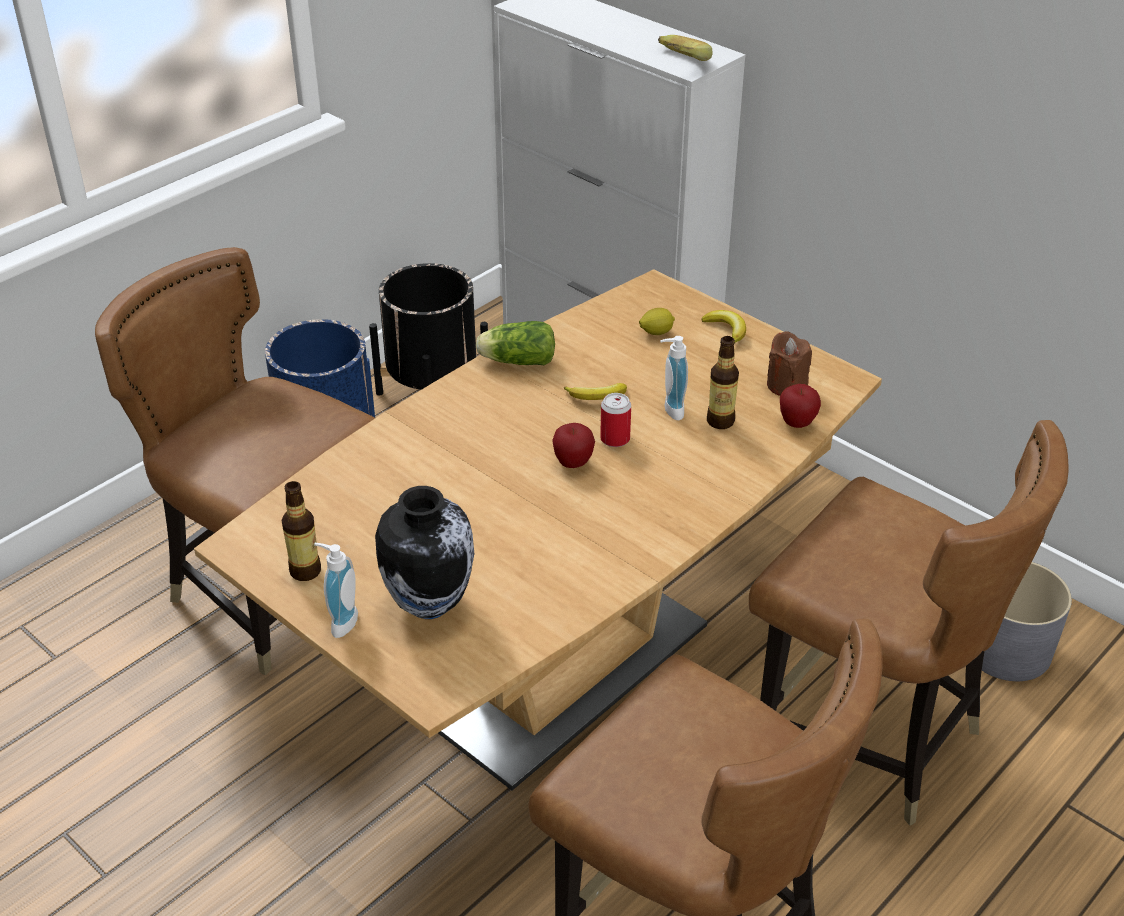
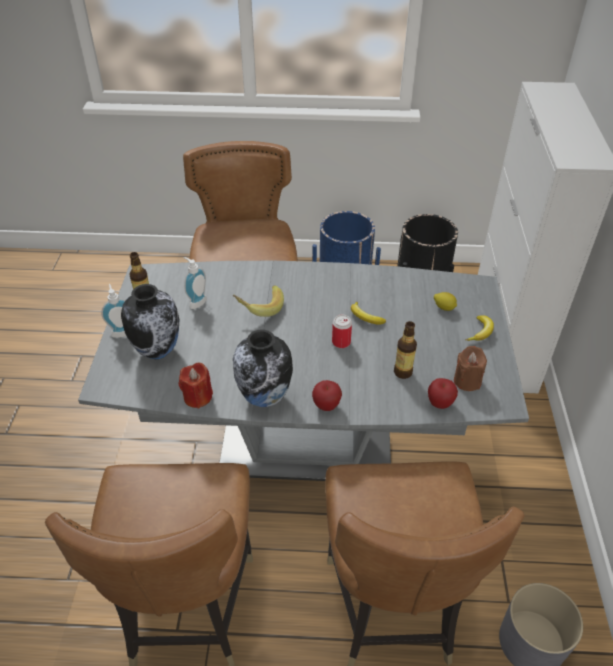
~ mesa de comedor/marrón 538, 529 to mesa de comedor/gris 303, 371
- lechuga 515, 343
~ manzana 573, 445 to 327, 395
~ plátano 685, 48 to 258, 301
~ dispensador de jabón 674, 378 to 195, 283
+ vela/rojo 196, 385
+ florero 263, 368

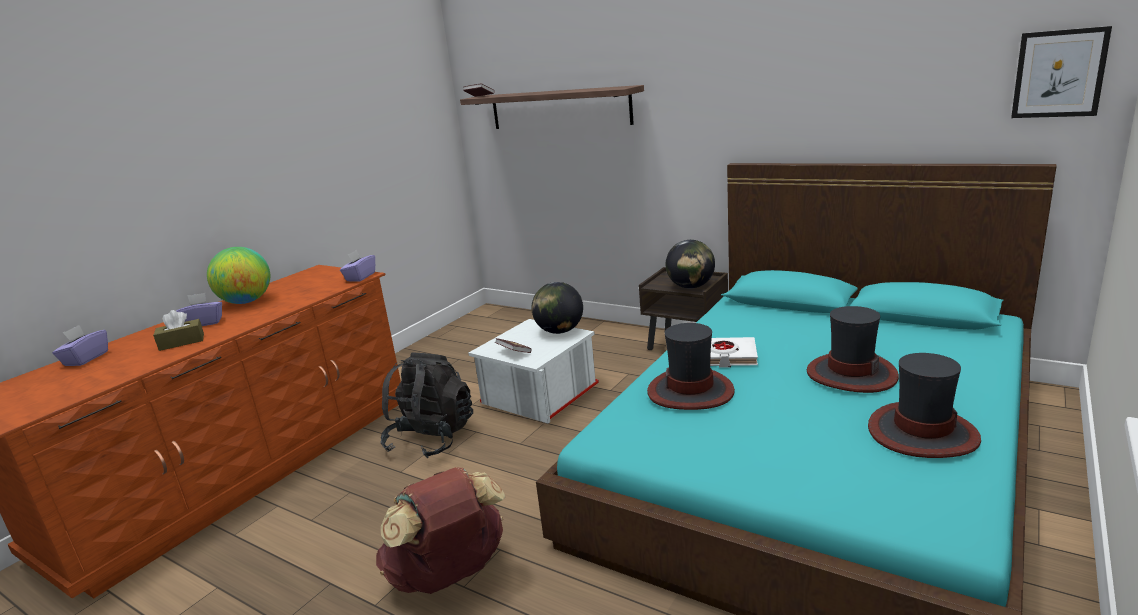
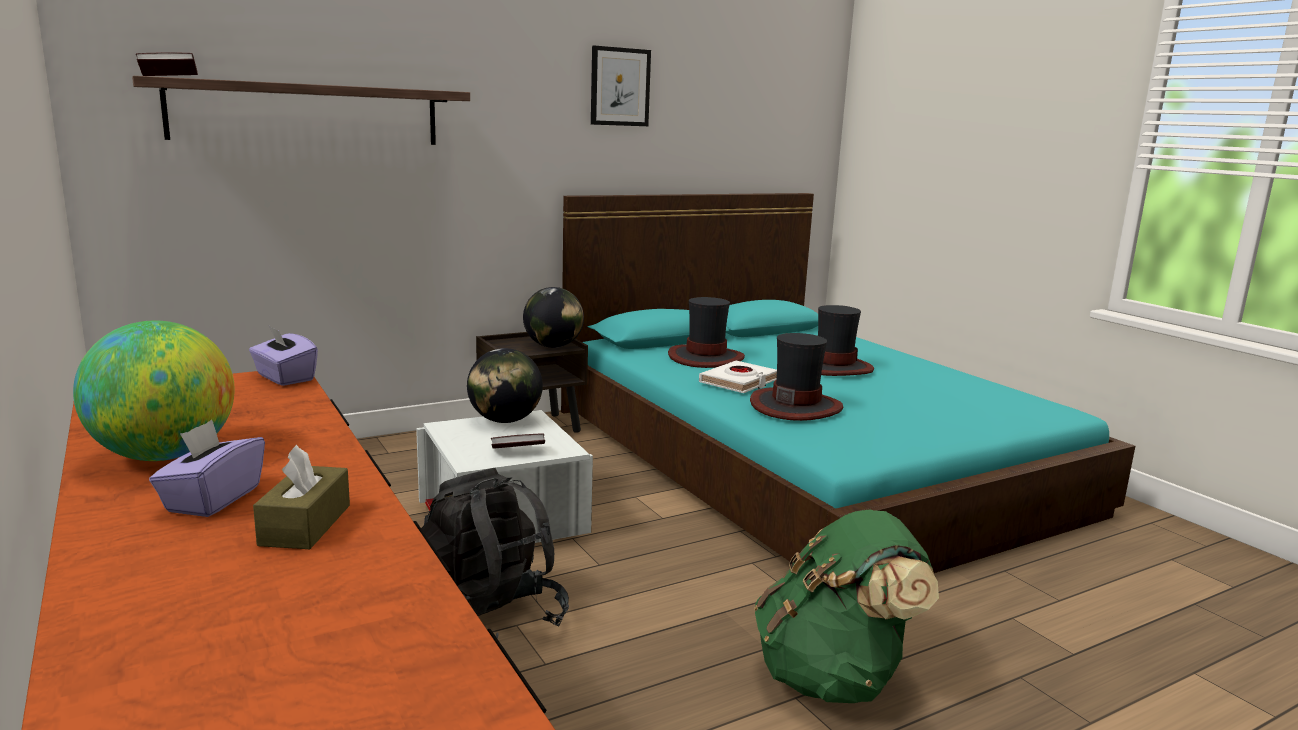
- caja de pañuelos/morado 80, 345
~ mochila/marrón 440, 530 to mochila/verde 846, 606
~ sombrero 924, 405 to 706, 332
~ cuadro 1061, 72 to 621, 86

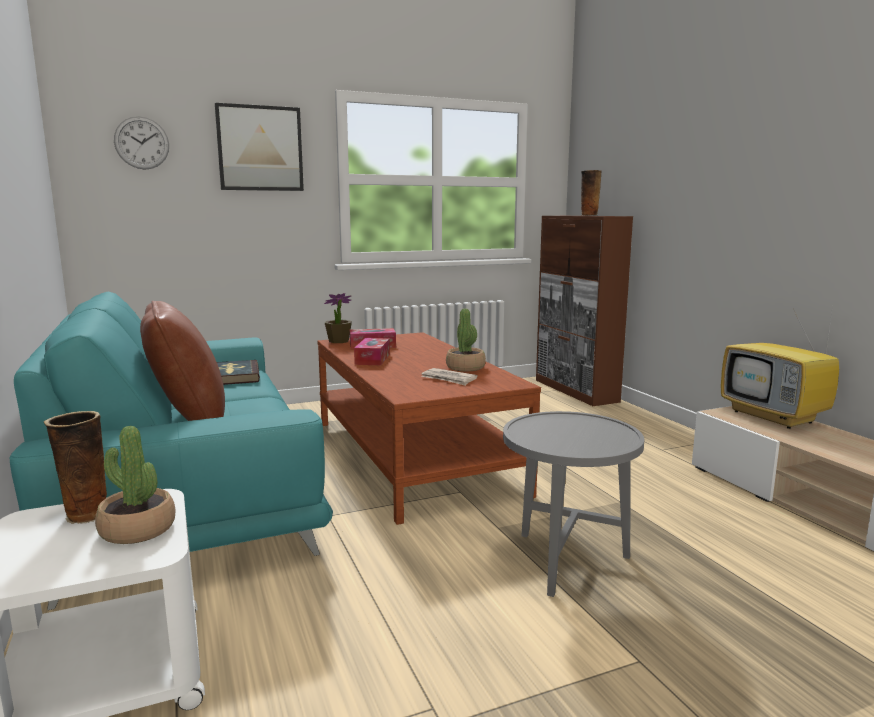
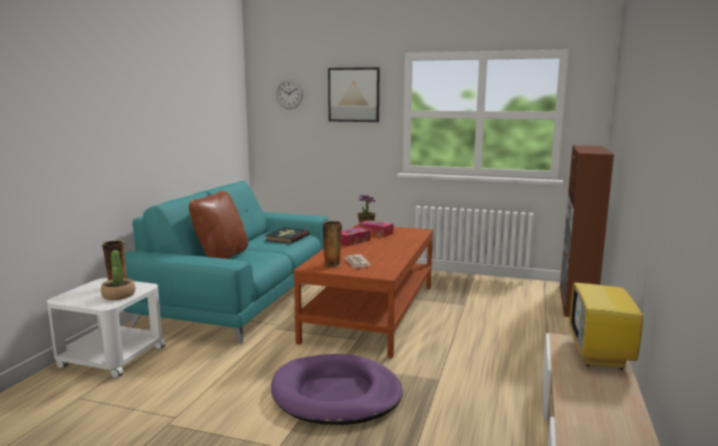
- planta en maceta 466, 339
~ mesa auxiliar/gris 573, 504 to cama para perro/morado 337, 389
~ florero 591, 193 to 332, 244

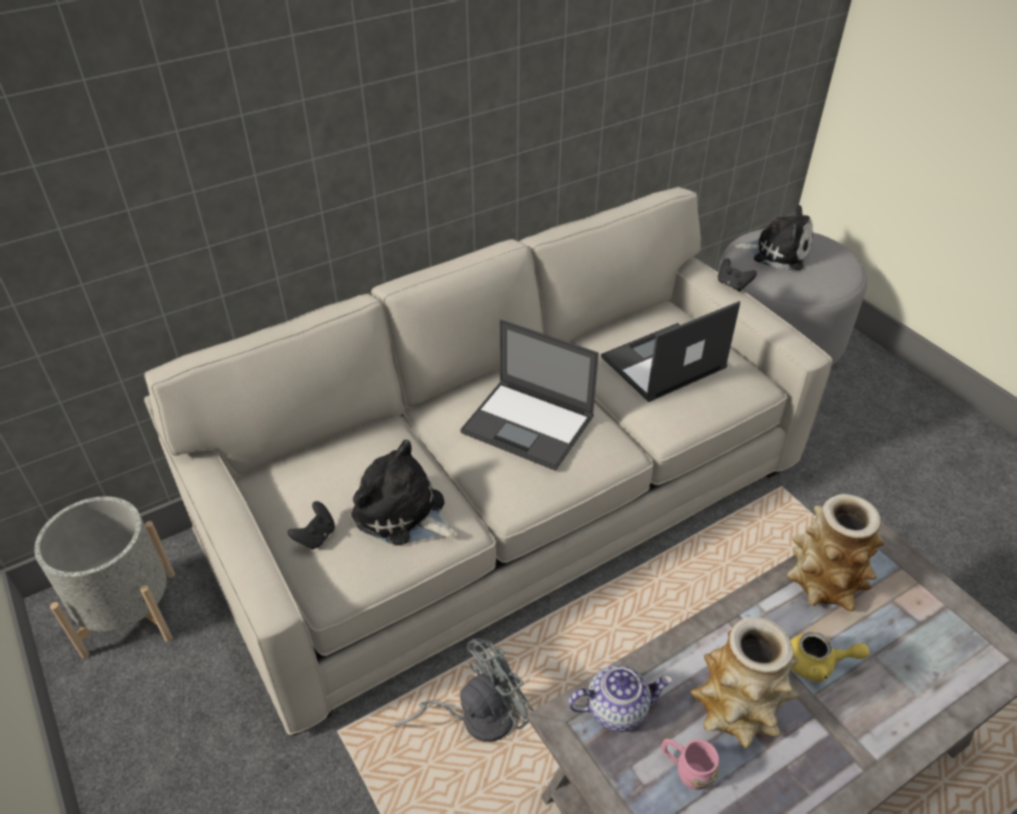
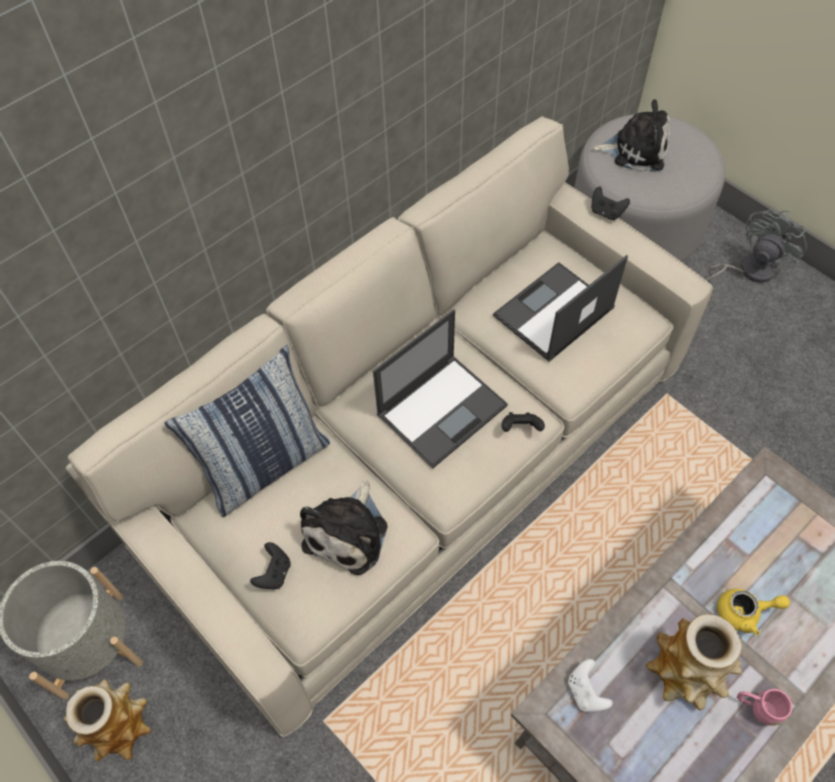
~ peluche 404, 493 = 343, 527 90 degrees counterclockwise
~ ventilador/gris 464, 690 to 756, 246
~ portátil 529, 395 = 440, 388 60 degrees counterclockwise
~ tetera 620, 698 to mando de consola/blanco 590, 685
~ taza grande/rosa 690, 764 to 764, 707
~ florero 835, 552 to 107, 720
+ cojín 247, 431
+ mando de consola/negro 523, 422

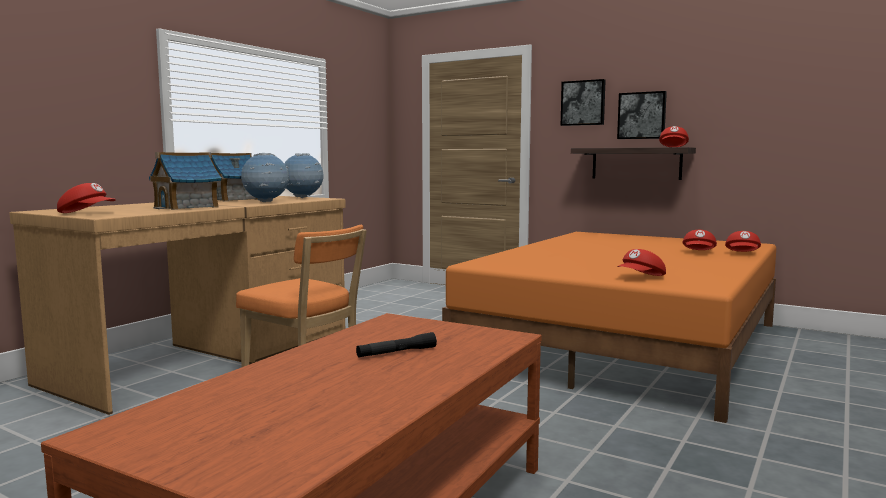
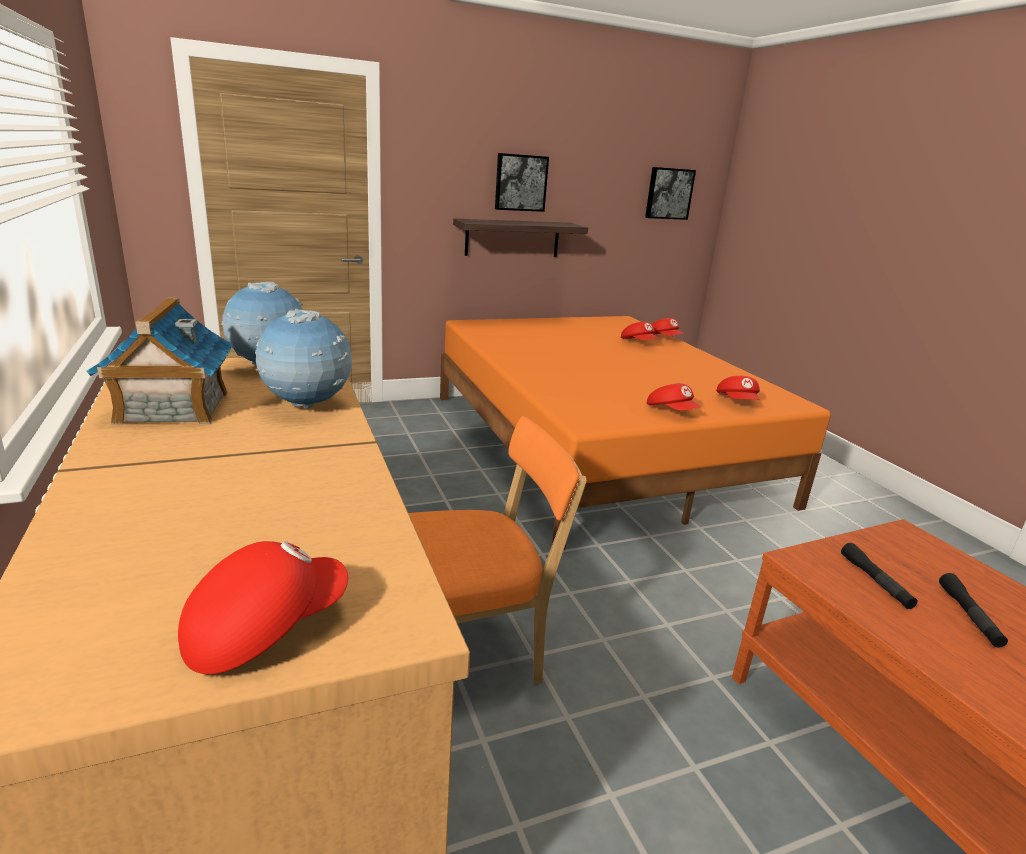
- casita 185, 181
~ cuadro 583, 102 to 670, 193
~ gorra/rojo 674, 136 to 674, 396
+ linterna/negro 879, 576

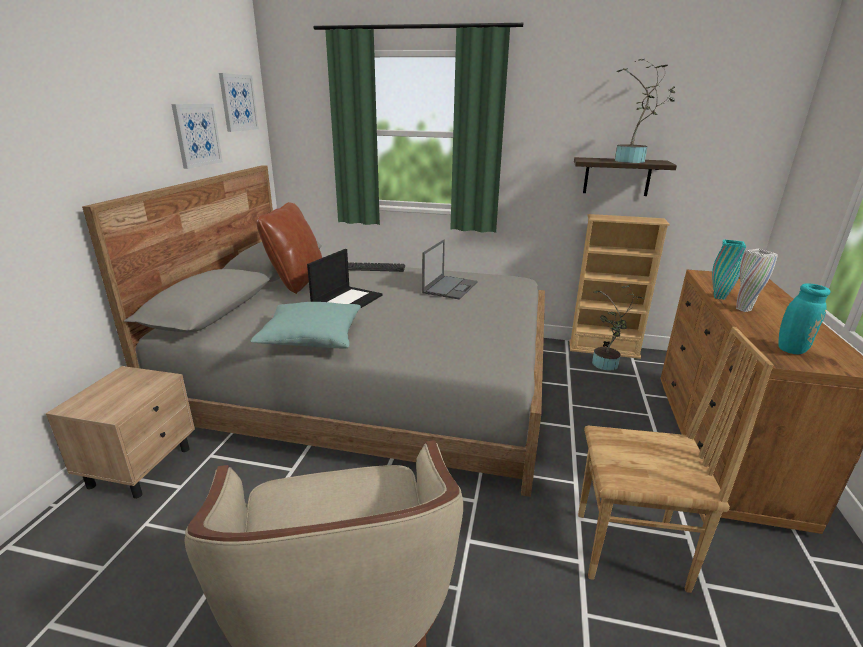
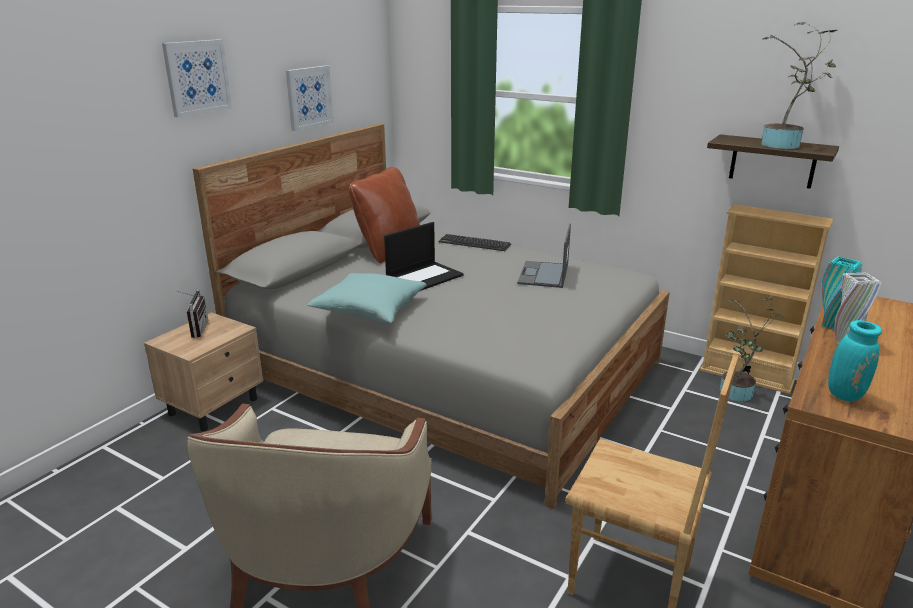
~ cuadro 239, 102 to 197, 78
~ portátil 450, 270 = 544, 255 150 degrees clockwise
+ radio 192, 314

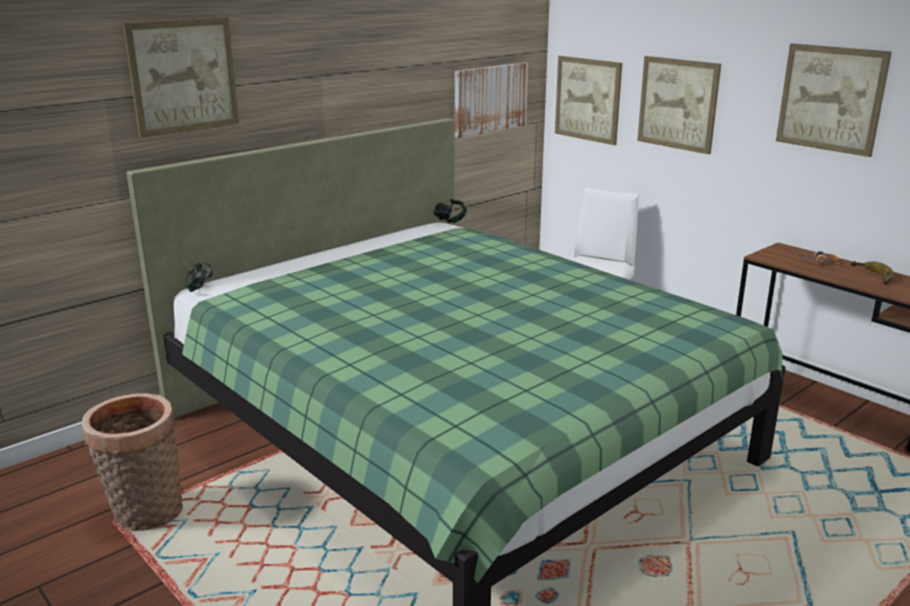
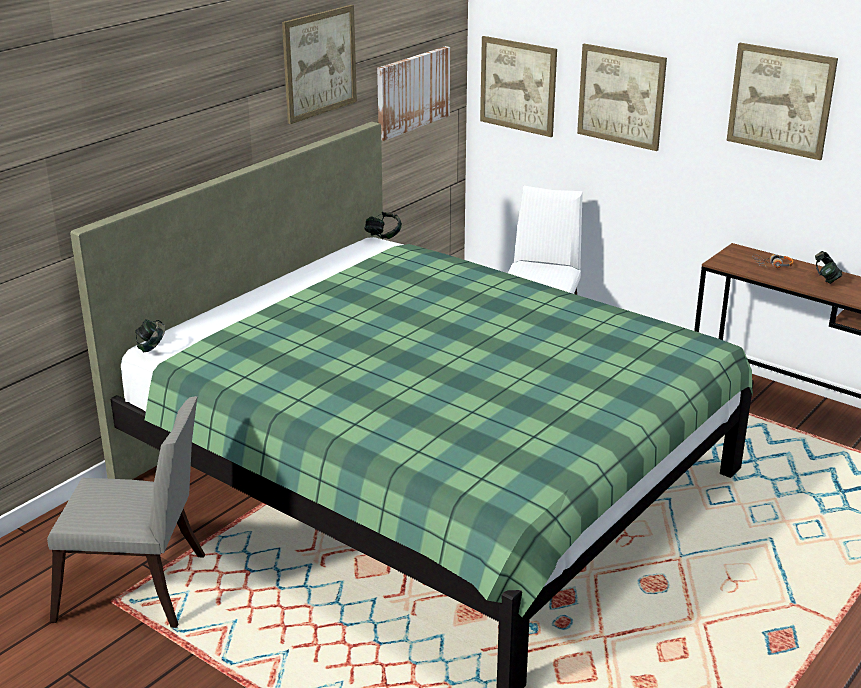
~ cesta 132, 462 to silla/gris 126, 512
~ cuadro 181, 77 to 319, 64
~ plátano 872, 272 to auriculares 829, 267

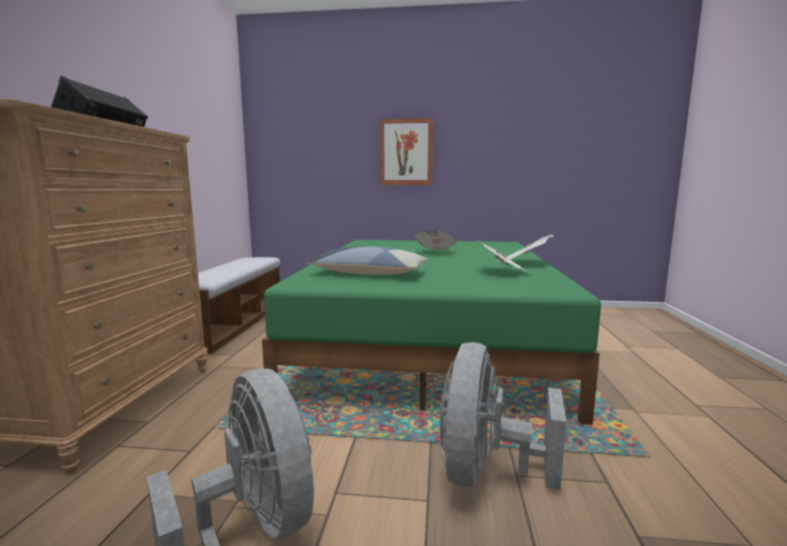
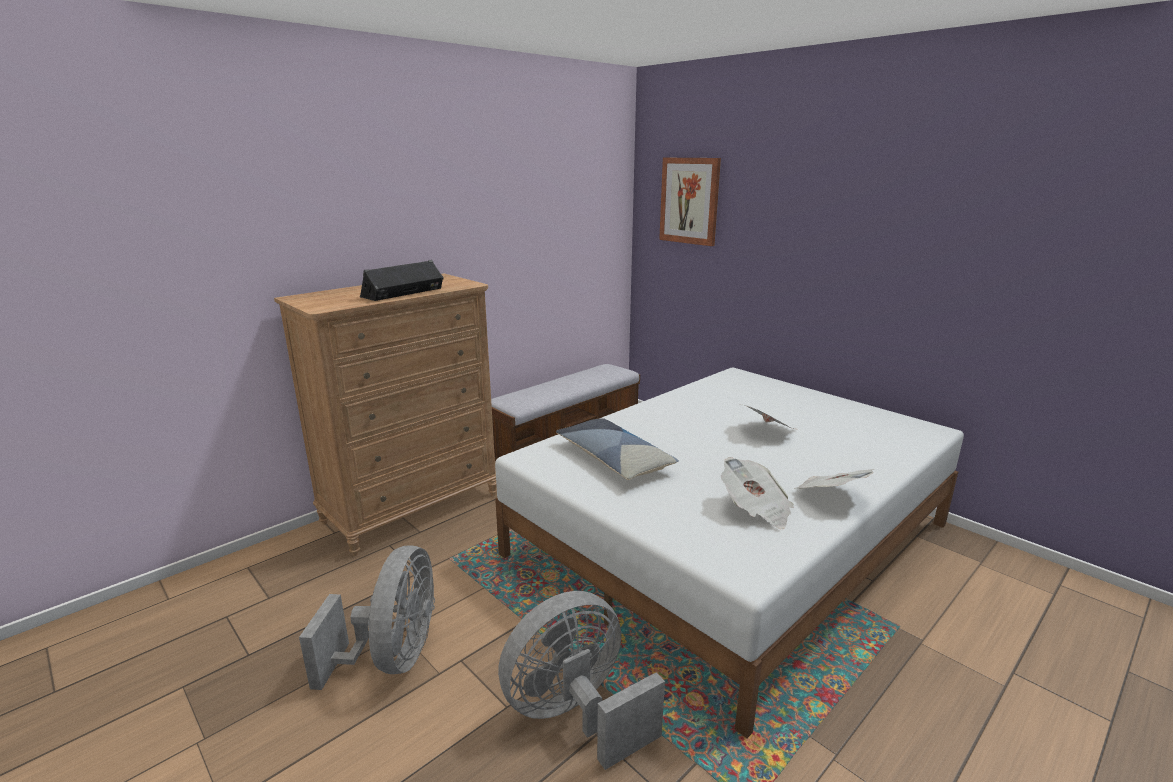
~ cama/verde 431, 332 to cama/blanco 729, 553
~ cuadro 406, 151 to 690, 202

